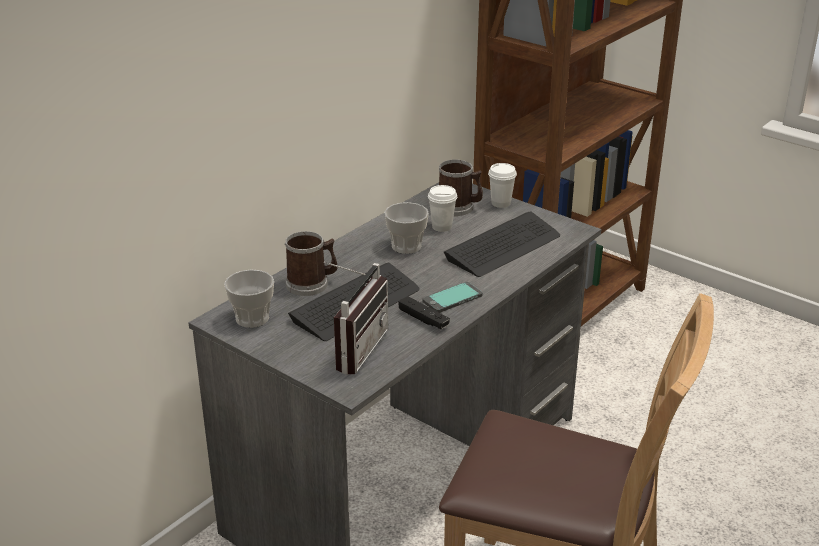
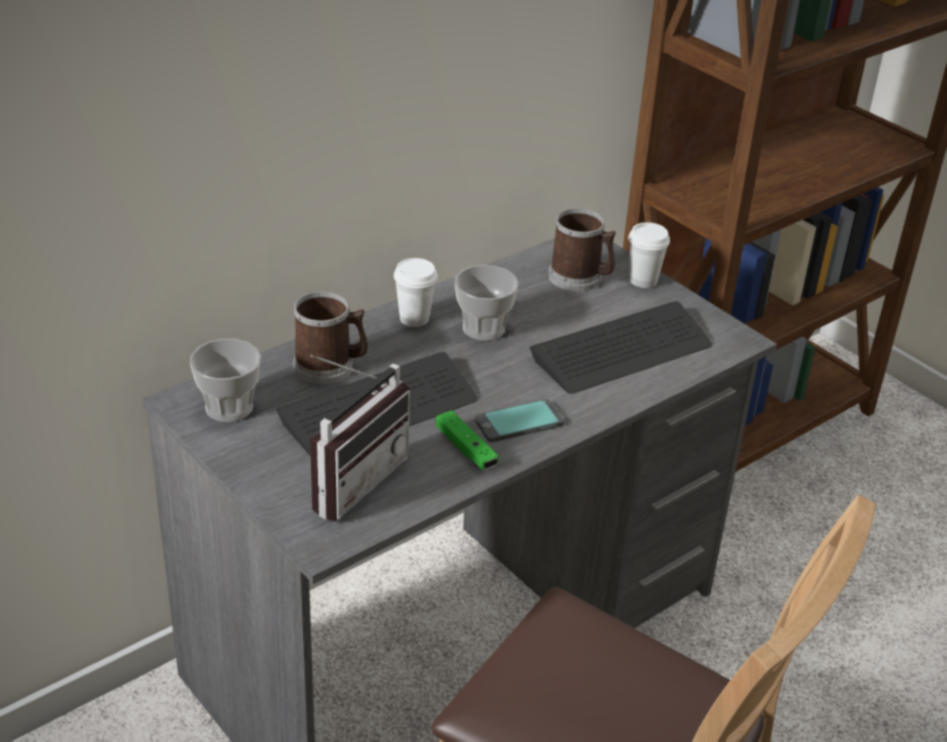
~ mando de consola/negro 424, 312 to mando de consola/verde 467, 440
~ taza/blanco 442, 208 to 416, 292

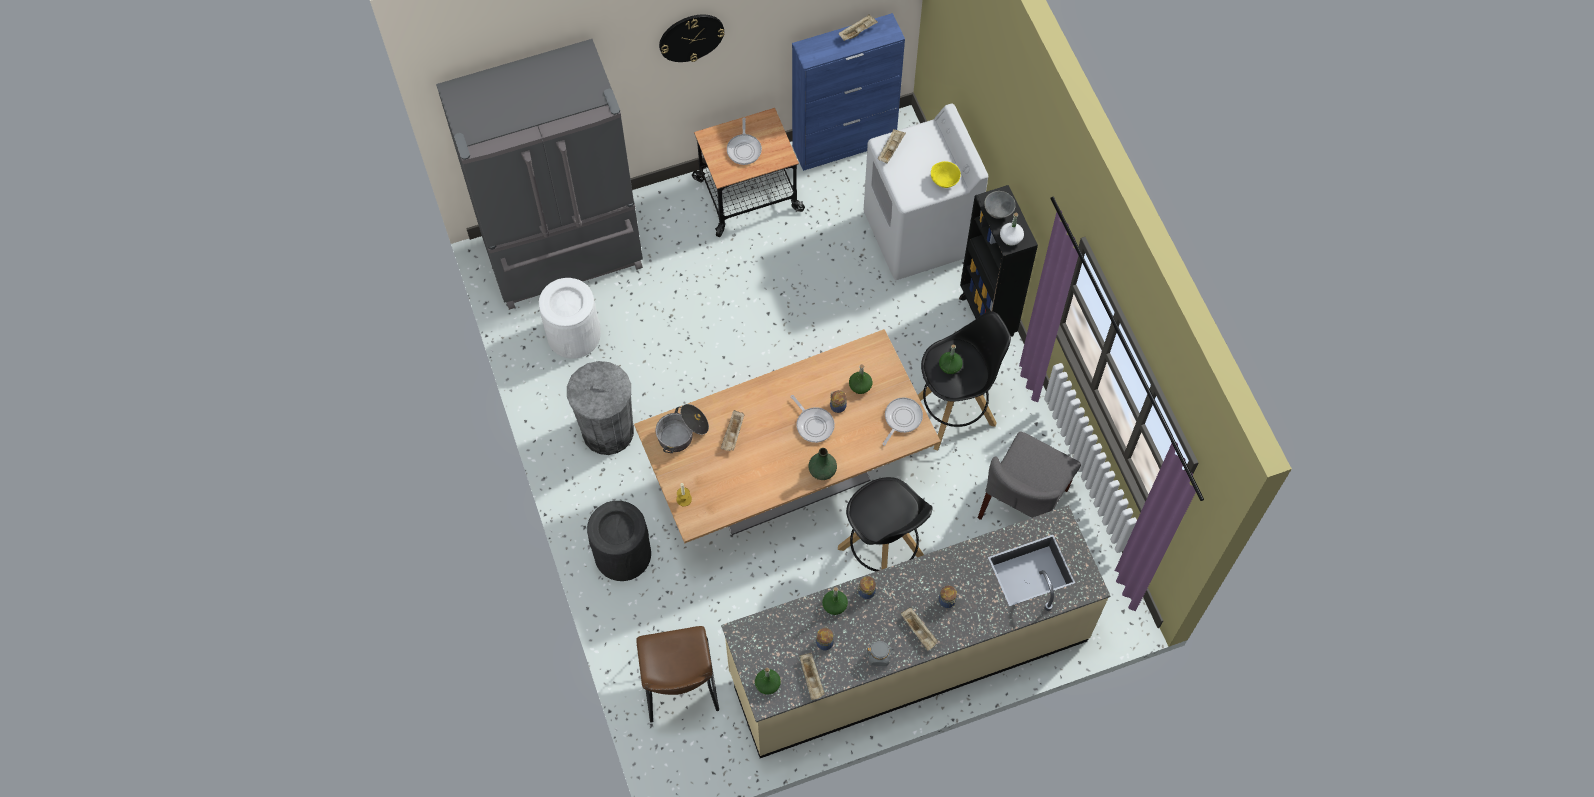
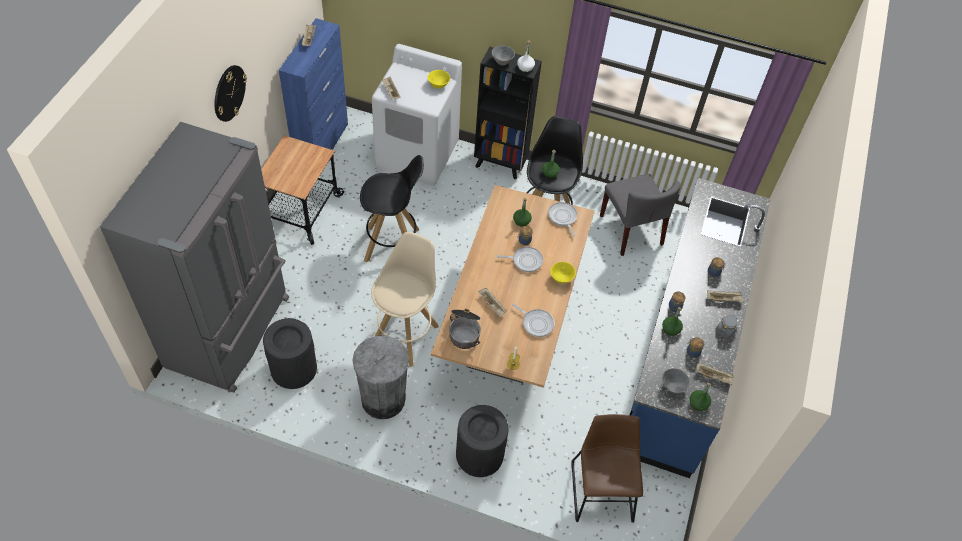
~ papelera/blanco 570, 318 to papelera/negro 290, 353
~ silla/marrón 677, 674 = 607, 468 120 degrees counterclockwise
~ mueble bajo de cocina/beis 916, 631 to mueble bajo de cocina/azul 700, 328
~ sartén 744, 141 to 533, 320
~ florero/verde 822, 464 to cuenco/amarillo 563, 273
~ taburete/negro 885, 524 to 392, 208
+ taburete/beis 405, 299
+ cuenco/gris 676, 381

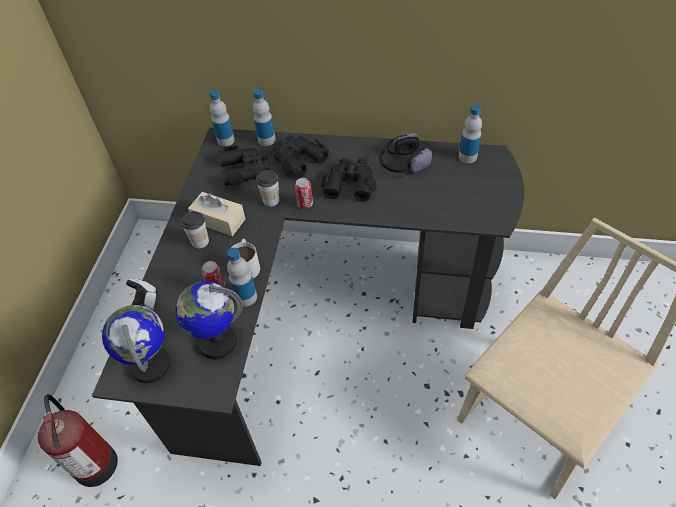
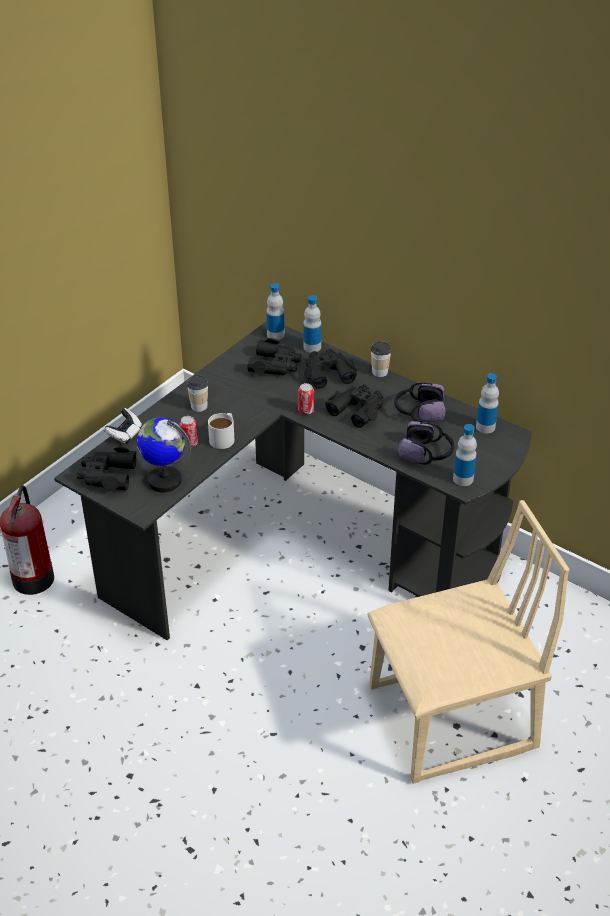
~ globo terráqueo 136, 344 to prismáticos/negro 106, 468
- caja de pañuelos/beis 216, 214
~ botella 242, 277 to 465, 455
~ taza 267, 188 to 381, 359
+ auriculares 426, 443

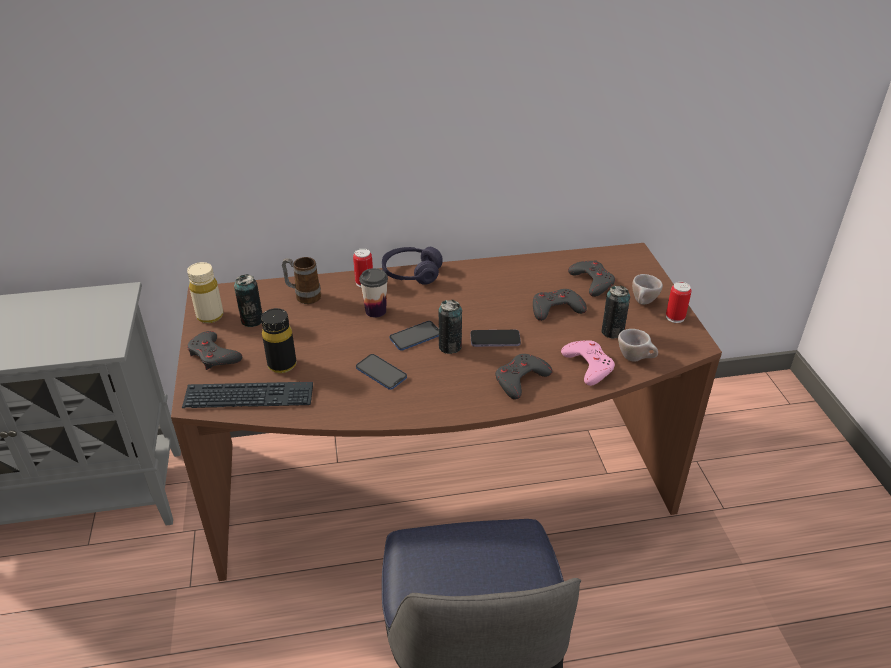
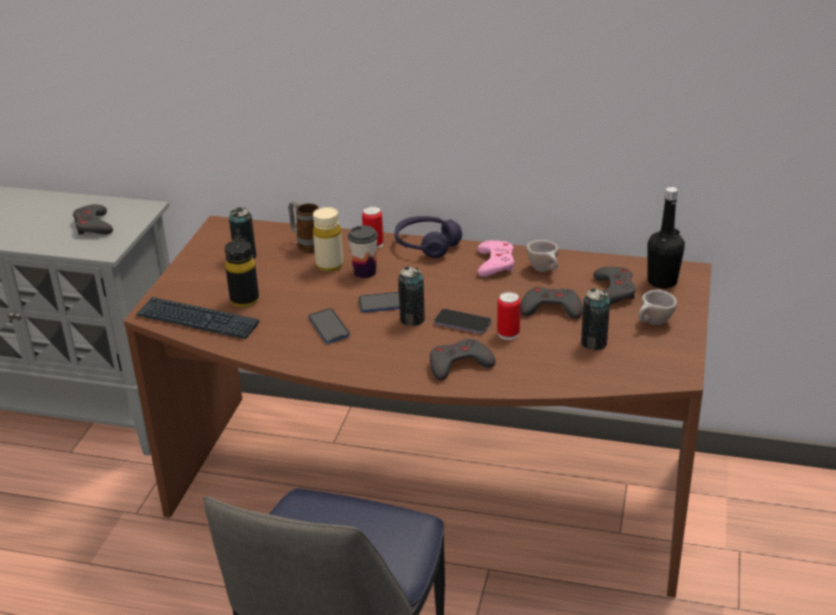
~ botella/beis 205, 292 to 328, 239
~ mando de consola/gris 214, 350 to 93, 219
~ mando de consola/rosa 588, 363 to 496, 258
~ taza/beis 638, 345 to 542, 256
~ lata 679, 302 to 509, 316
+ botella/negro 666, 238

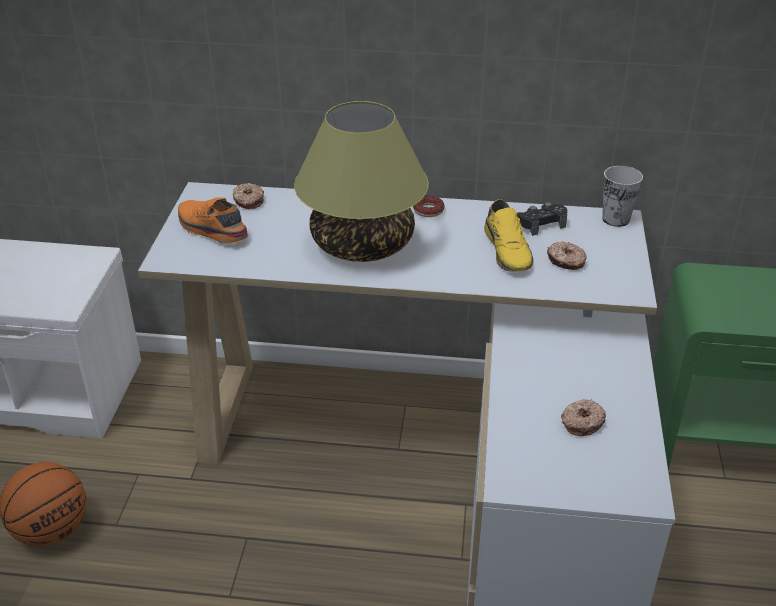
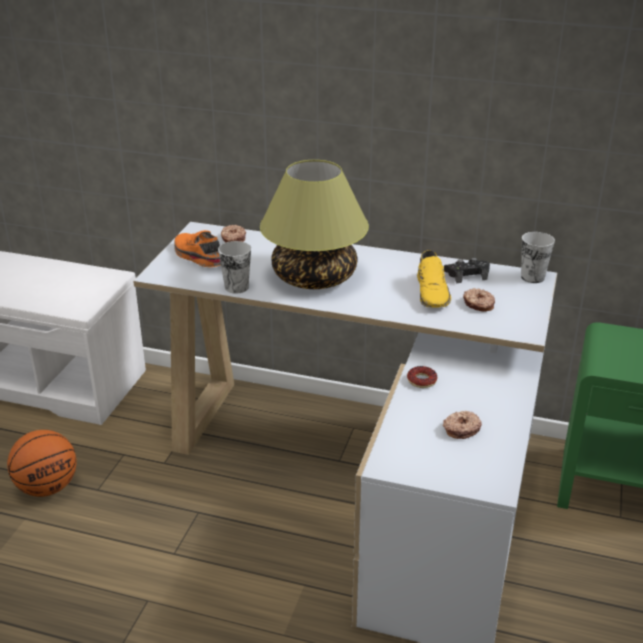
~ rosquilla 429, 206 to 422, 377
+ taza 234, 267

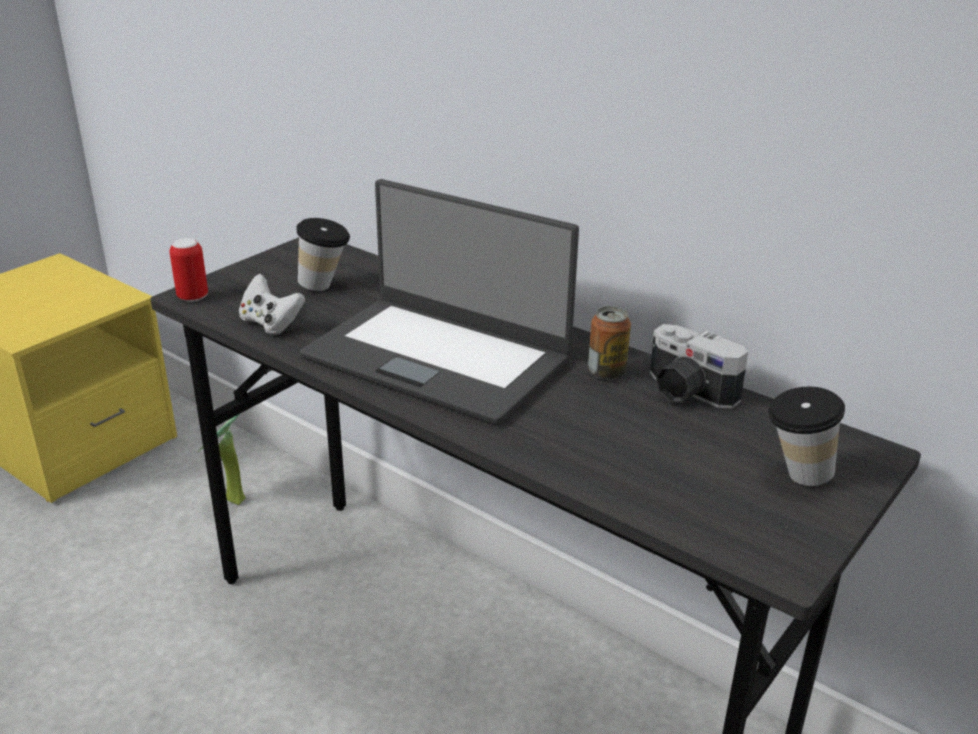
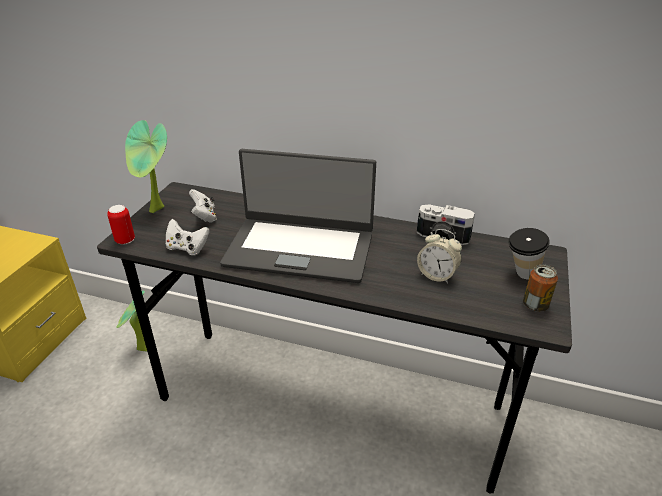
~ taza 323, 254 to mando de consola/blanco 203, 206
~ lata 609, 343 to 540, 288
+ planta en maceta 146, 166
+ despertador 439, 256

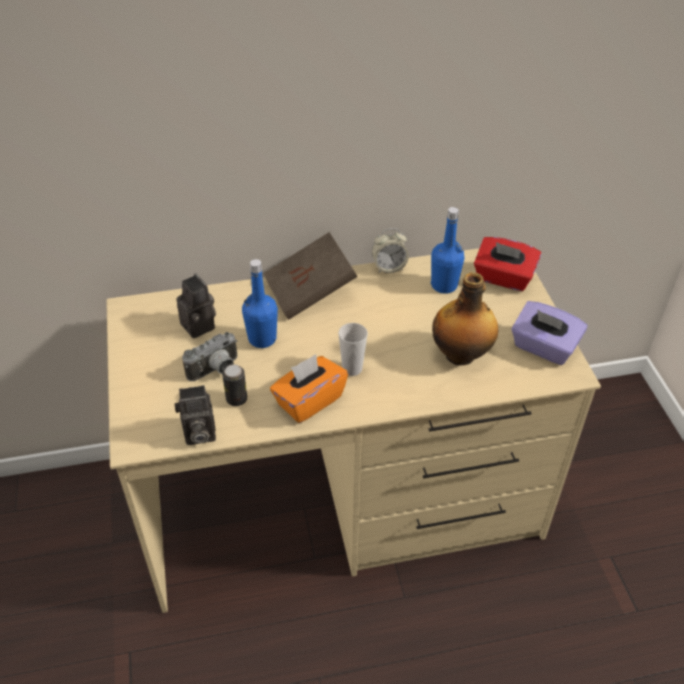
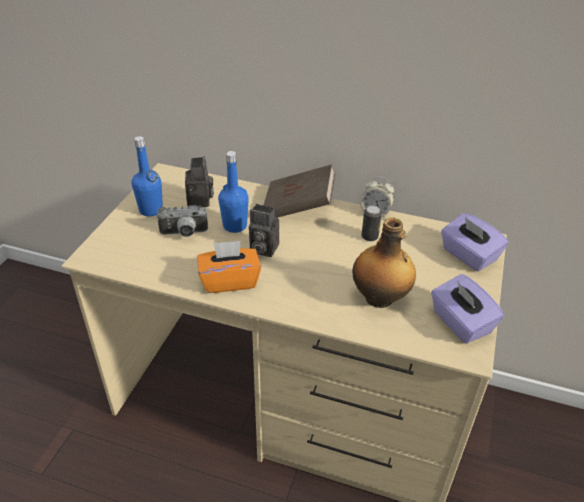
~ cámara 195, 415 to 264, 230
~ lata 234, 385 to 371, 223
- taza 353, 349
~ botella/azul 447, 250 to 147, 176
~ caja de pañuelos/rojo 507, 264 to caja de pañuelos/morado 475, 242

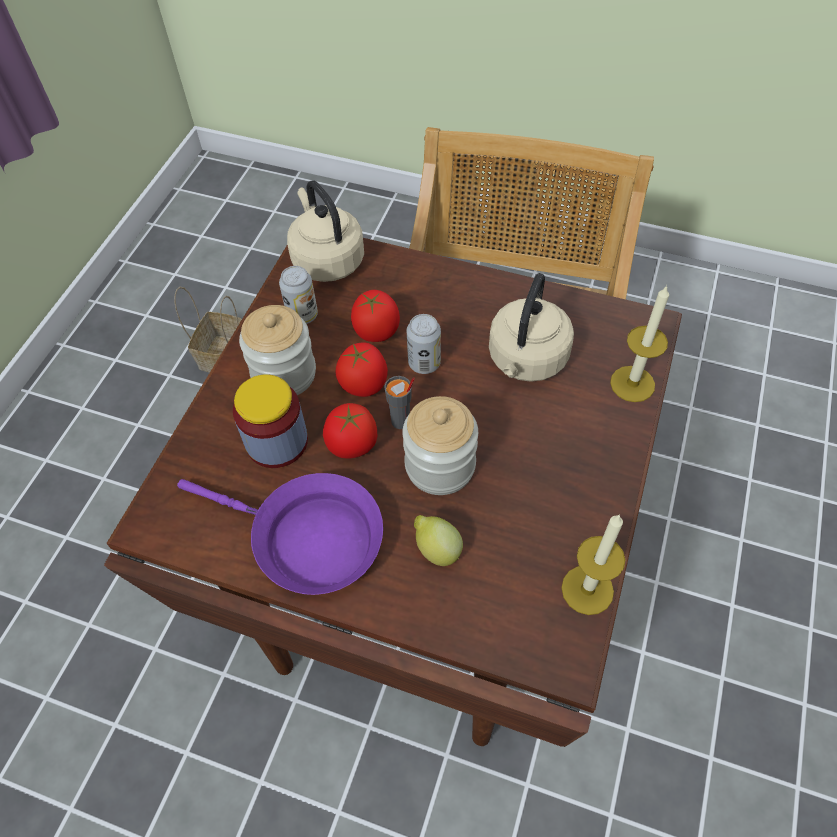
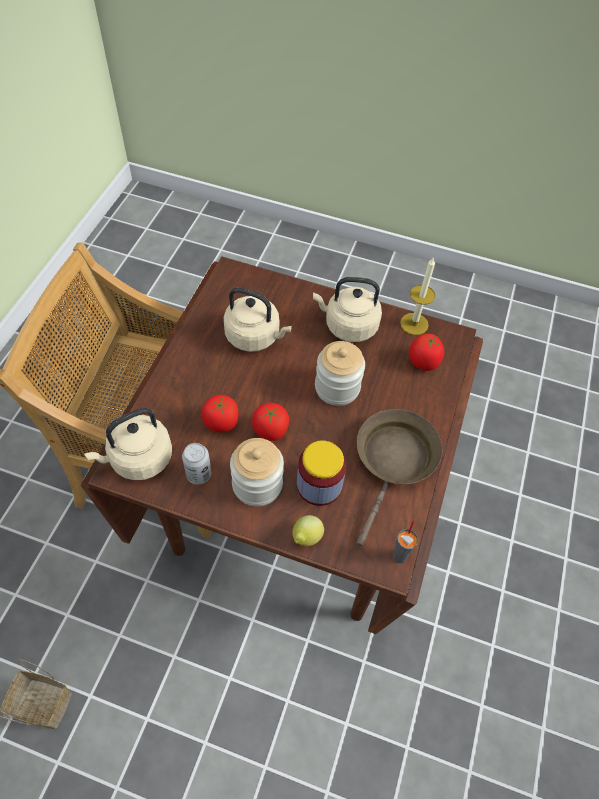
~ sartén/morado 280, 534 to sartén/marrón 399, 477
~ tomate 350, 430 to 426, 352
~ taza/gris 399, 402 to 406, 541
- lata 424, 344
~ limón 438, 540 to 308, 530
- vela 639, 343
+ hervidor/beis 347, 309

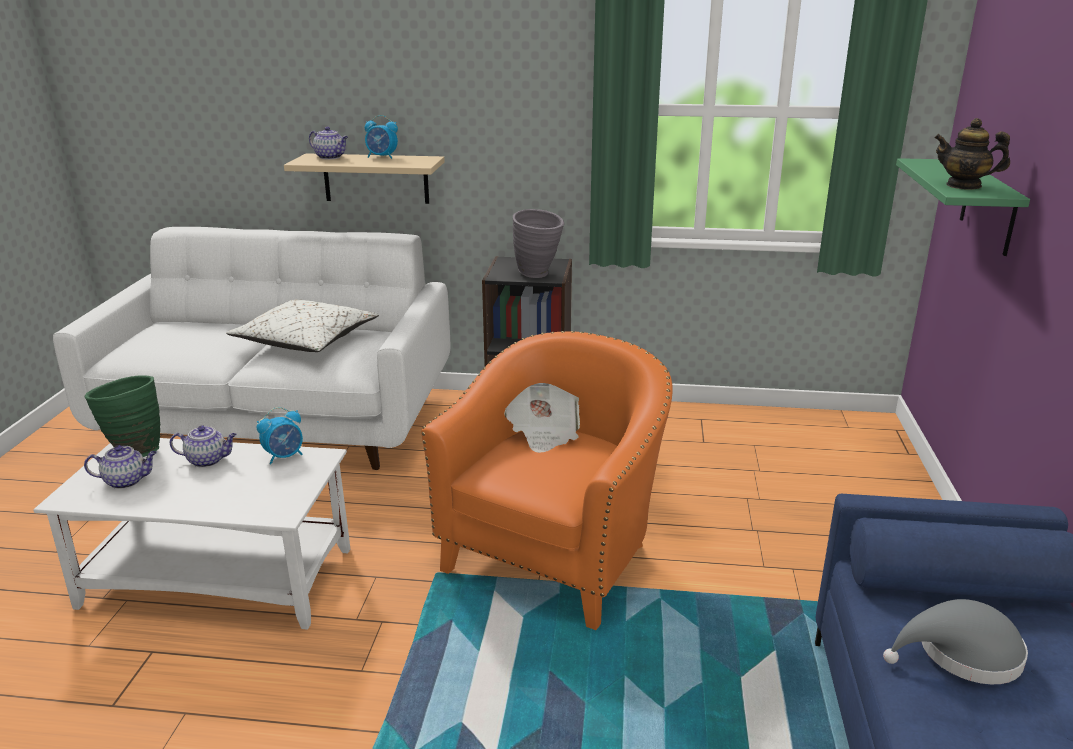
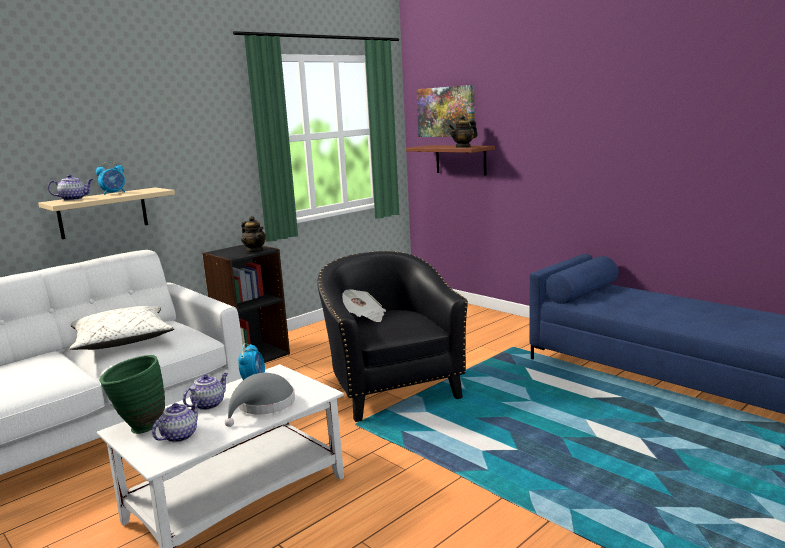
~ sillón/naranja 547, 480 to sillón/negro 392, 336
~ florero/gris 539, 243 to tetera 253, 234
~ sombrero/gris 955, 641 to 260, 400
~ estante/verde 963, 207 to estante/marrón 450, 160
+ cuadro 445, 111

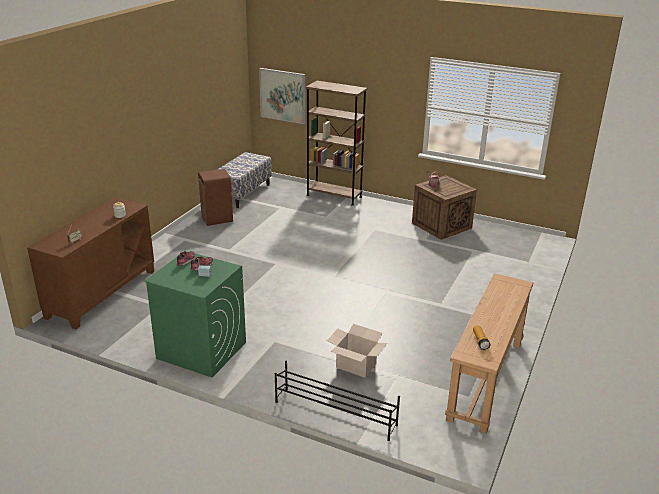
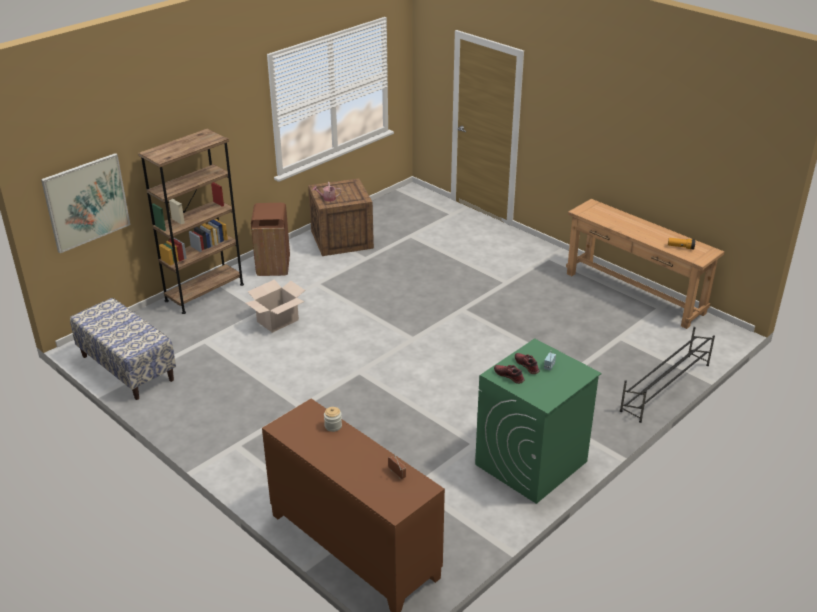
~ papelera/marrón 215, 197 to 270, 239
~ caja de cartón 357, 351 to 275, 306

